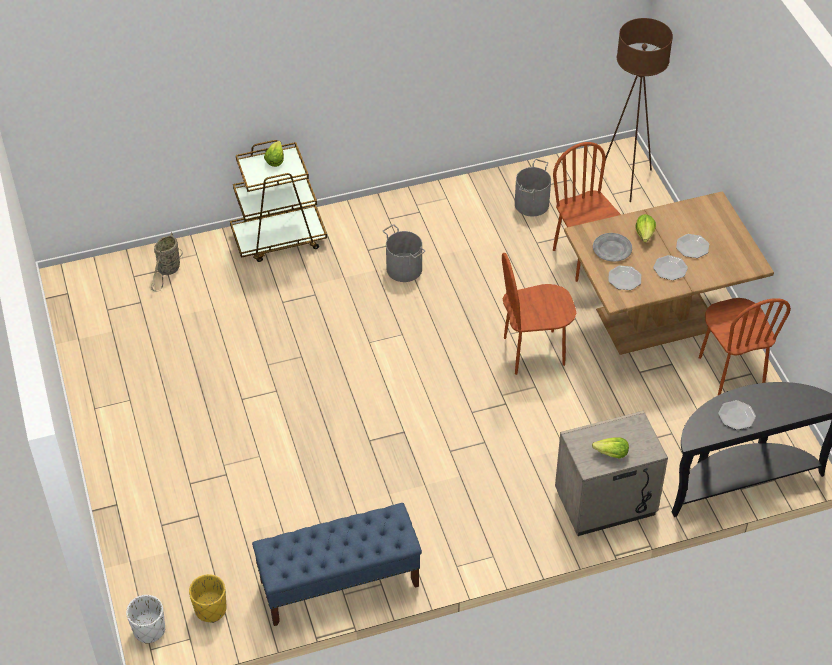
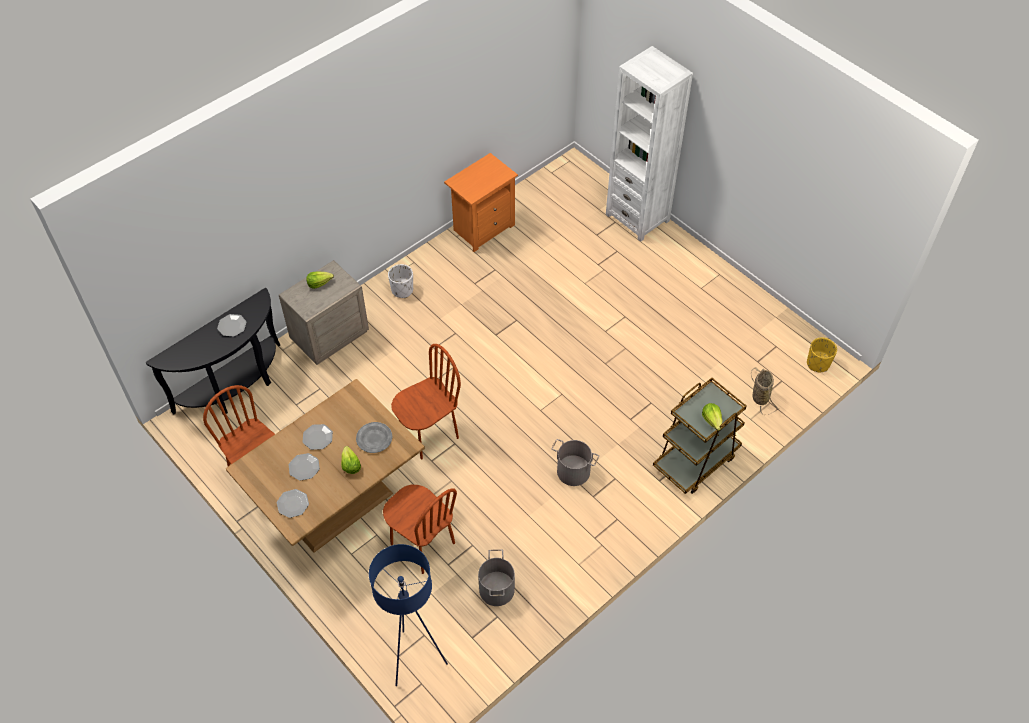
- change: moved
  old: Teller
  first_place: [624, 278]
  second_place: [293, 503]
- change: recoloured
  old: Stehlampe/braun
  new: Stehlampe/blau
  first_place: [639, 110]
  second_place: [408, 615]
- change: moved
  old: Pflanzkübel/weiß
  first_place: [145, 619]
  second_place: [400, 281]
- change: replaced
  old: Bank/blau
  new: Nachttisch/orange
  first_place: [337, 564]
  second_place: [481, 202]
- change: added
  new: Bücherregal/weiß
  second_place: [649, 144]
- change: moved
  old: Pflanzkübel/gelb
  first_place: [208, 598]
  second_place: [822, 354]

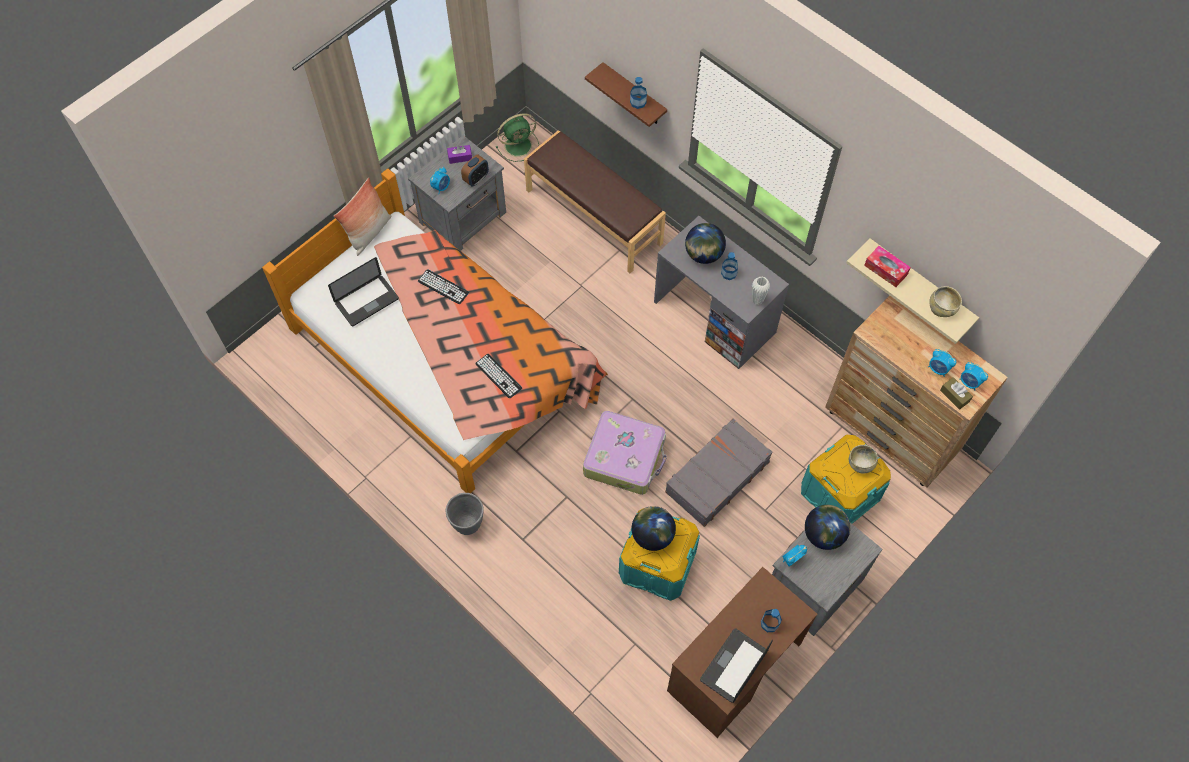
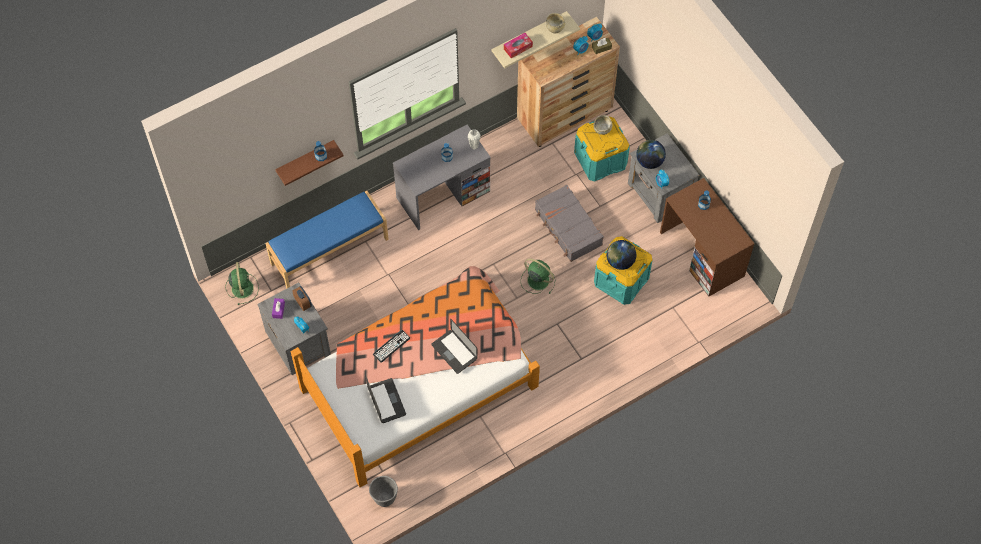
- change: recoloured
  old: Bank/braun
  new: Bank/blau
  first_place: [595, 201]
  second_place: [327, 240]
- change: moved
  old: Pflanzkübel/grau
  first_place: [465, 514]
  second_place: [383, 491]
- change: moved
  old: Laptop
  first_place: [736, 665]
  second_place: [455, 346]
- change: replaced
  old: Koffer
  new: Ventilator/grün
  first_place: [625, 453]
  second_place: [538, 276]
- change: removed
  old: Kissen
  first_place: [362, 217]
- change: removed
  old: Tastatur
  first_place: [498, 376]
- change: removed
  old: Globus
  first_place: [705, 243]

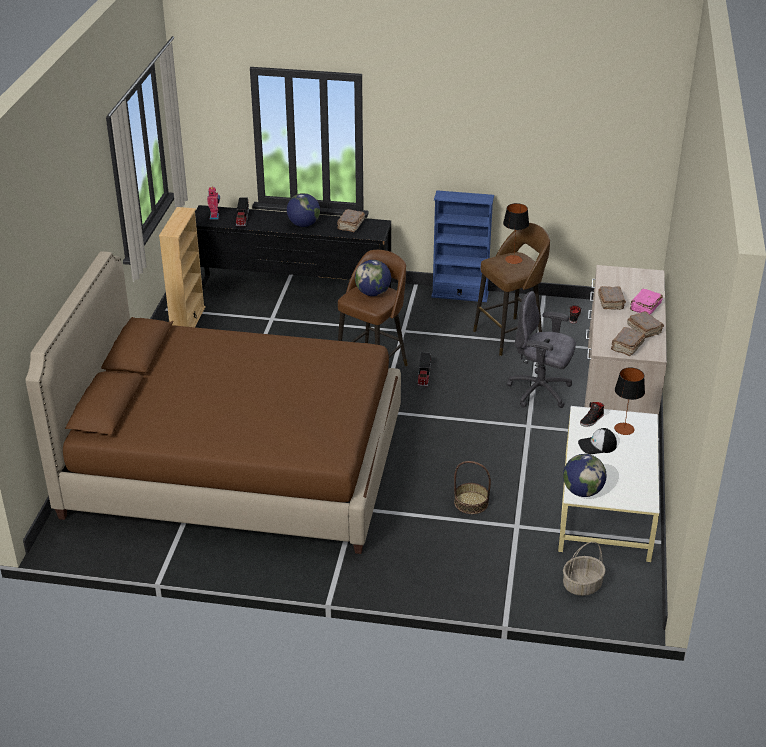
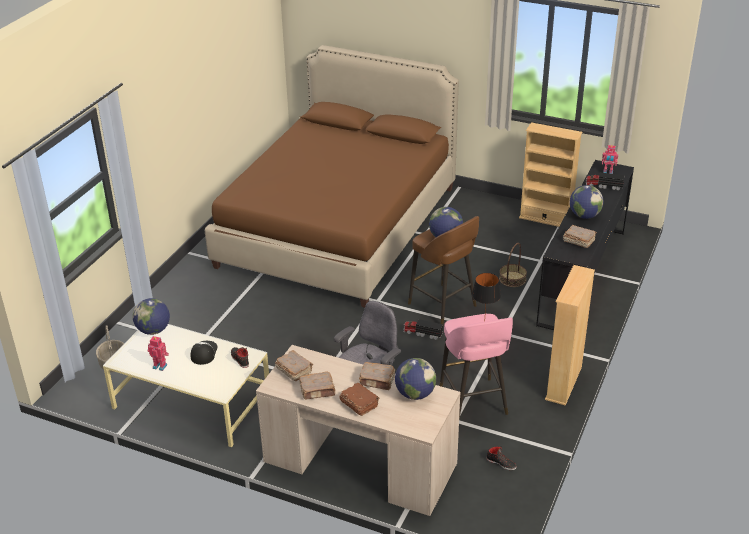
- change: added
  new: Spielzeugroboter
  second_place: [158, 353]
- change: recoloured
  old: Buch/rosa
  new: Buch/braun
  first_place: [646, 301]
  second_place: [359, 399]
- change: added
  new: Globus
  second_place: [415, 379]
- change: recoloured
  old: Hocker/braun
  new: Hocker/rosa
  first_place: [511, 289]
  second_place: [476, 366]
- change: moved
  old: Korb
  first_place: [472, 487]
  second_place: [513, 265]
- change: recoloured
  old: Bücherregal/blau
  new: Bücherregal/beige
  first_place: [462, 246]
  second_place: [570, 335]
- change: removed
  old: Tischlampe
  first_place: [629, 401]

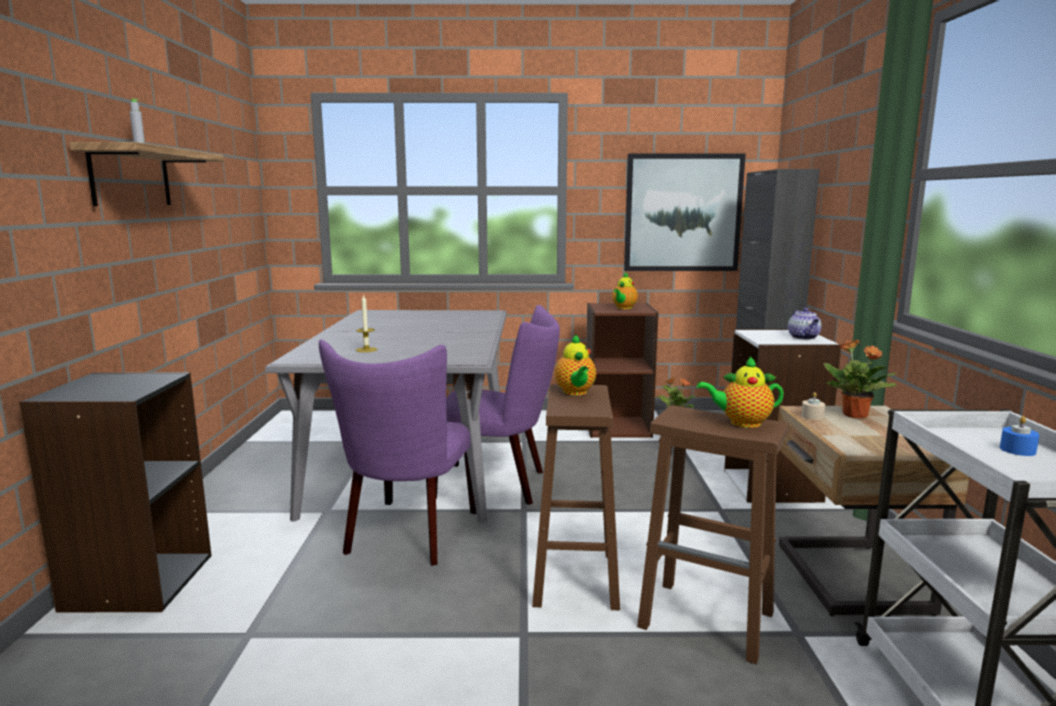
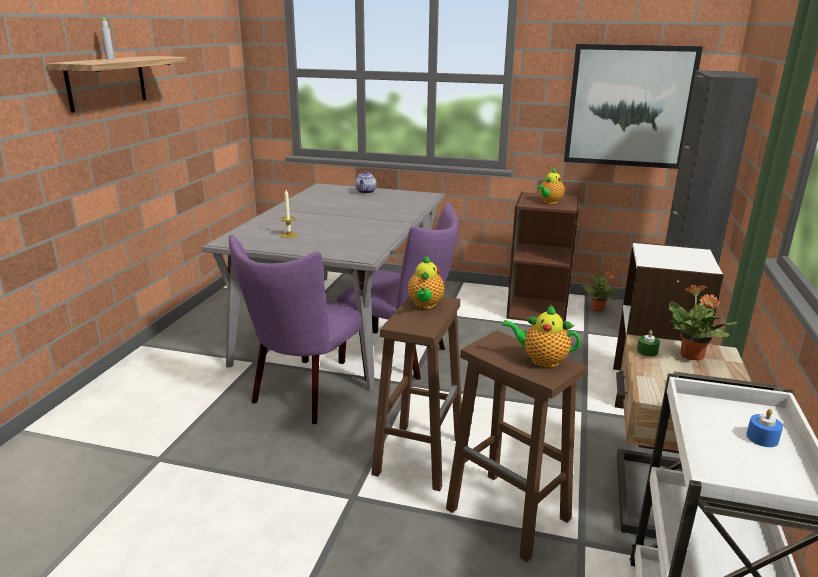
- change: moved
  old: Teekanne
  first_place: [804, 324]
  second_place: [366, 182]
- change: recoloured
  old: Kerze/beige
  new: Kerze/grün
  first_place: [813, 406]
  second_place: [648, 343]
- change: removed
  old: Bücherregal/schwarz
  first_place: [115, 492]

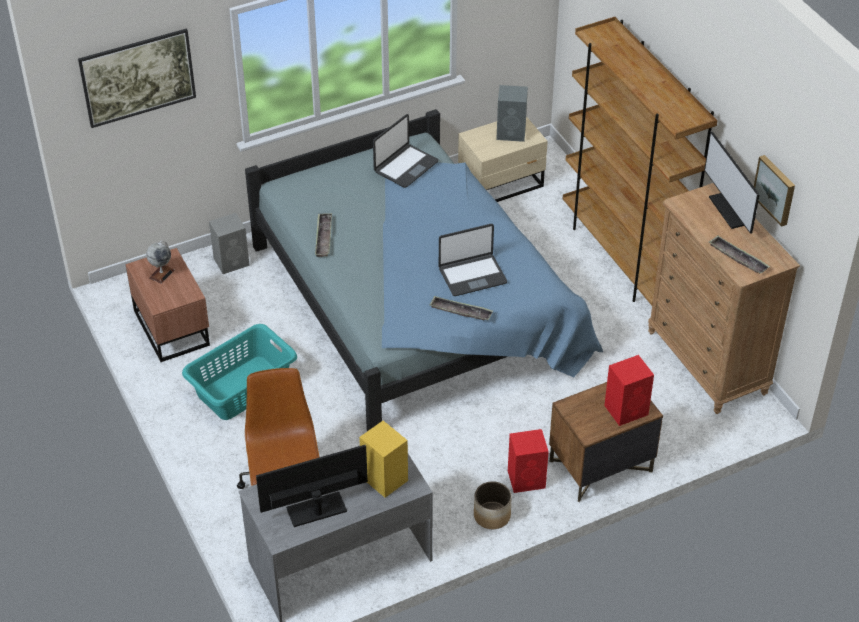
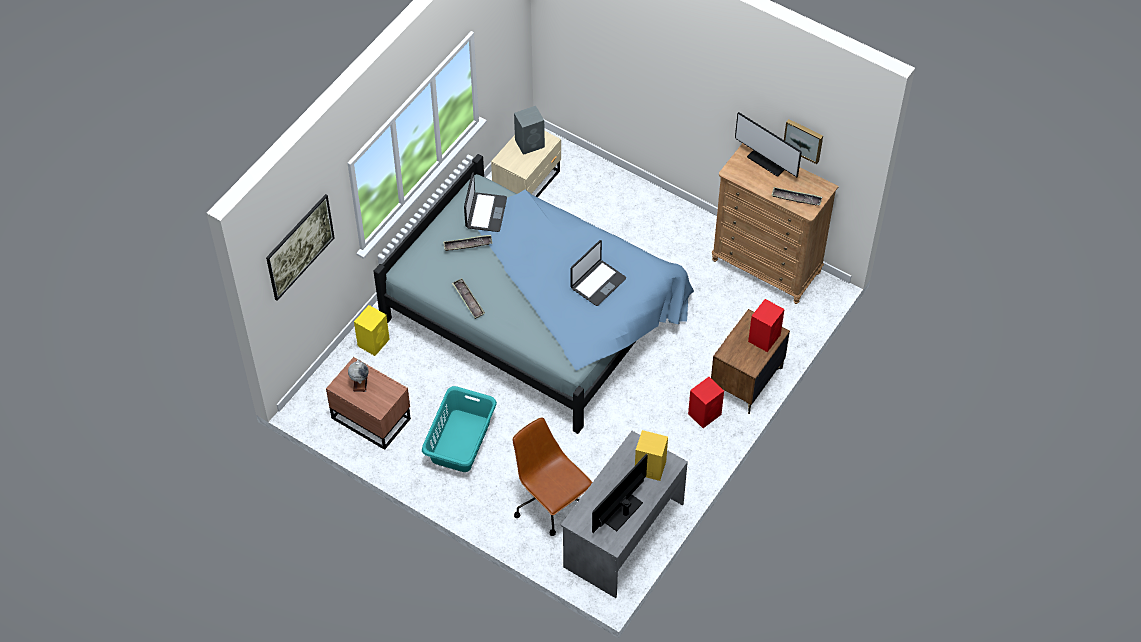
- change: recoloured
  old: Lautsprecher/grau
  new: Lautsprecher/gelb
  first_place: [229, 243]
  second_place: [372, 330]
- change: moved
  old: Tablett
  first_place: [461, 308]
  second_place: [467, 243]
- change: removed
  old: Pflanzkübel
  first_place: [493, 505]
- change: removed
  old: Bücherregal/braun
  first_place: [640, 161]

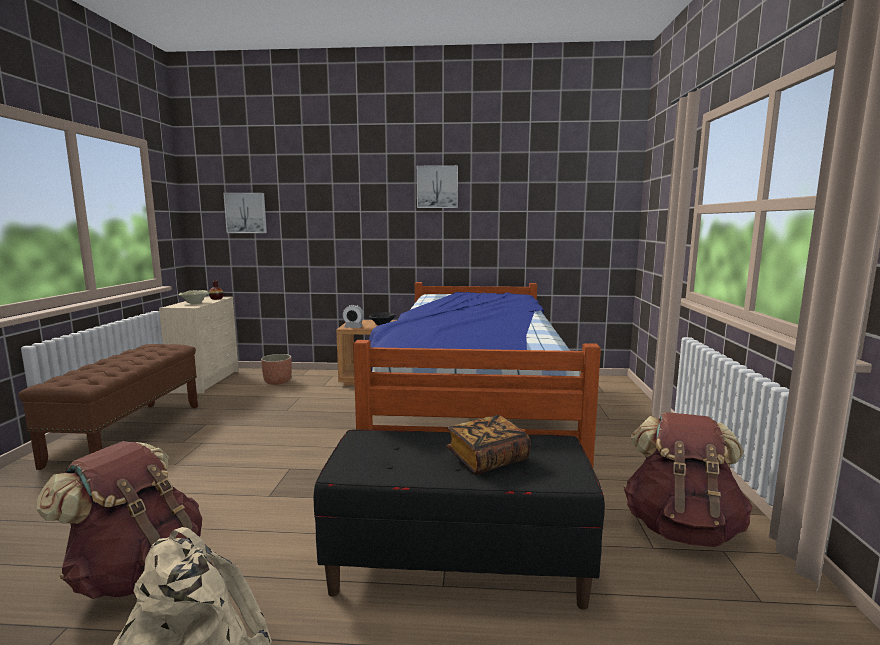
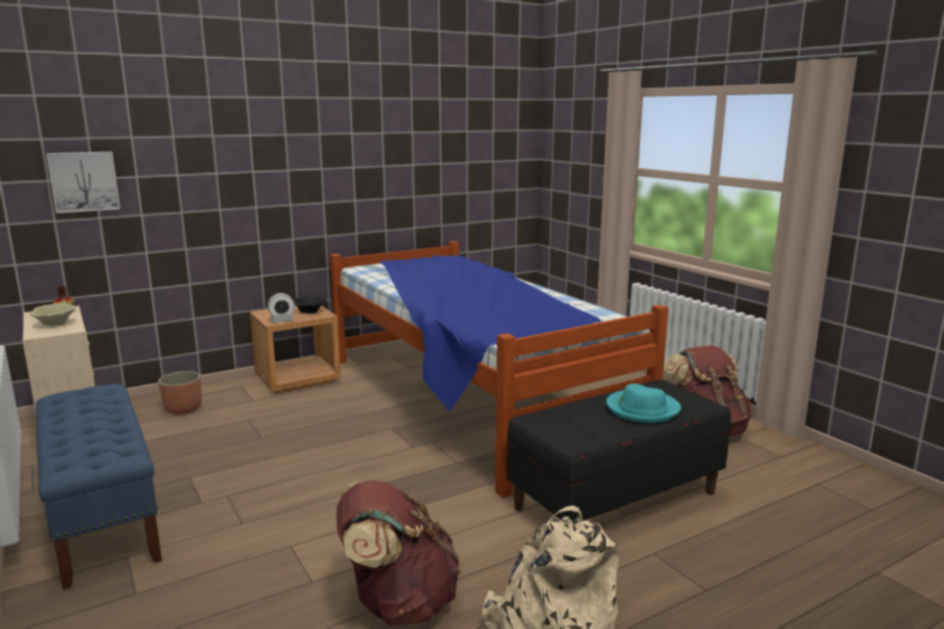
- change: recoloured
  old: Bank/braun
  new: Bank/blau
  first_place: [108, 407]
  second_place: [99, 487]
- change: replaced
  old: Buch
  new: Hut/türkis
  first_place: [489, 445]
  second_place: [643, 403]
- change: removed
  old: Bild
  first_place: [437, 186]

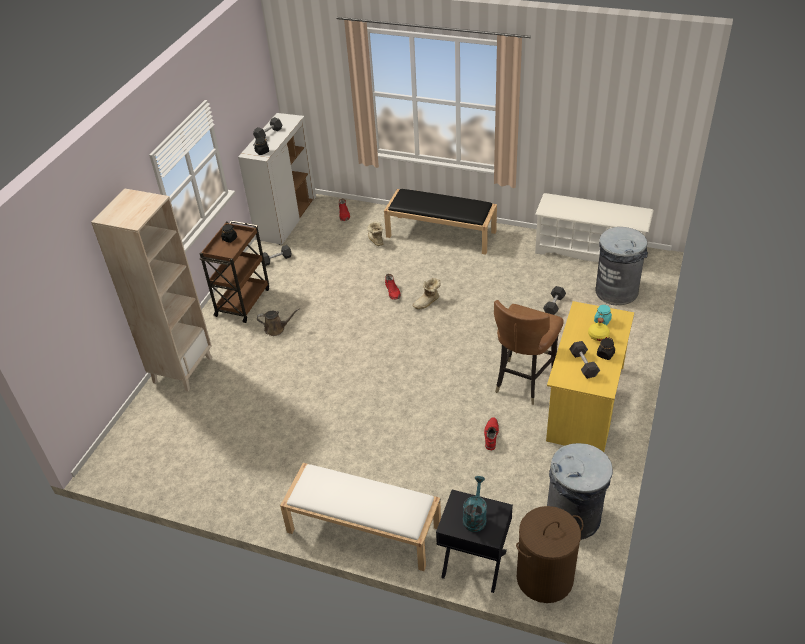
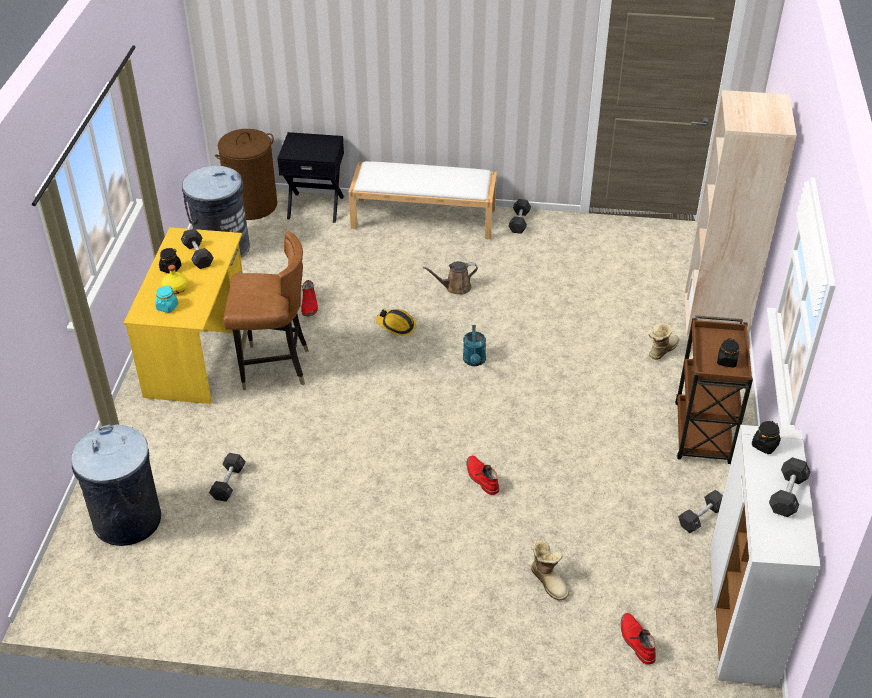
- change: turned
  old: Stuhl/braun
  first_place: [529, 352]
  second_place: [266, 310]
  degrees: 75
- change: added
  new: Schutzhelm
  second_place: [396, 322]
- change: moved
  old: Gießkanne/braun
  first_place: [278, 322]
  second_place: [450, 278]
- change: moved
  old: Gießkanne/türkis
  first_place: [475, 504]
  second_place: [474, 345]
- change: added
  new: Hantel/schwarz
  second_place: [520, 216]
- change: moved
  old: Stiefel
  first_place: [427, 294]
  second_place: [664, 341]
- change: removed
  old: Bank/schwarz
  first_place: [440, 222]
- change: removed
  old: Schuhregal/weiß
  first_place: [594, 227]

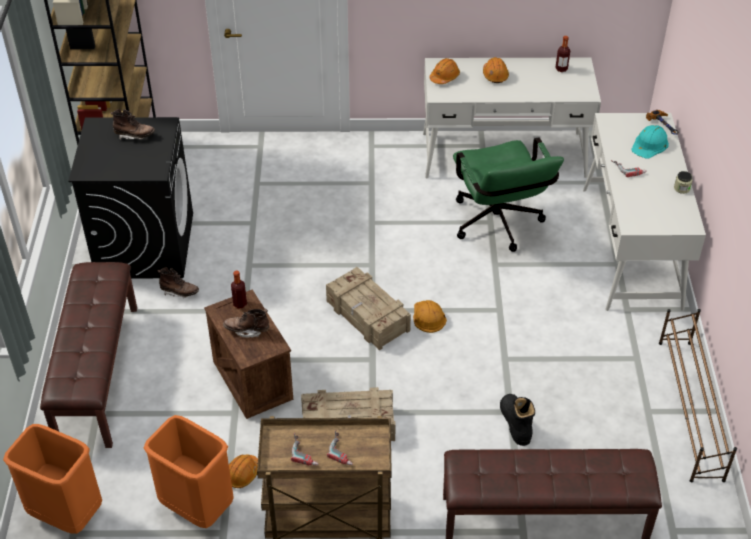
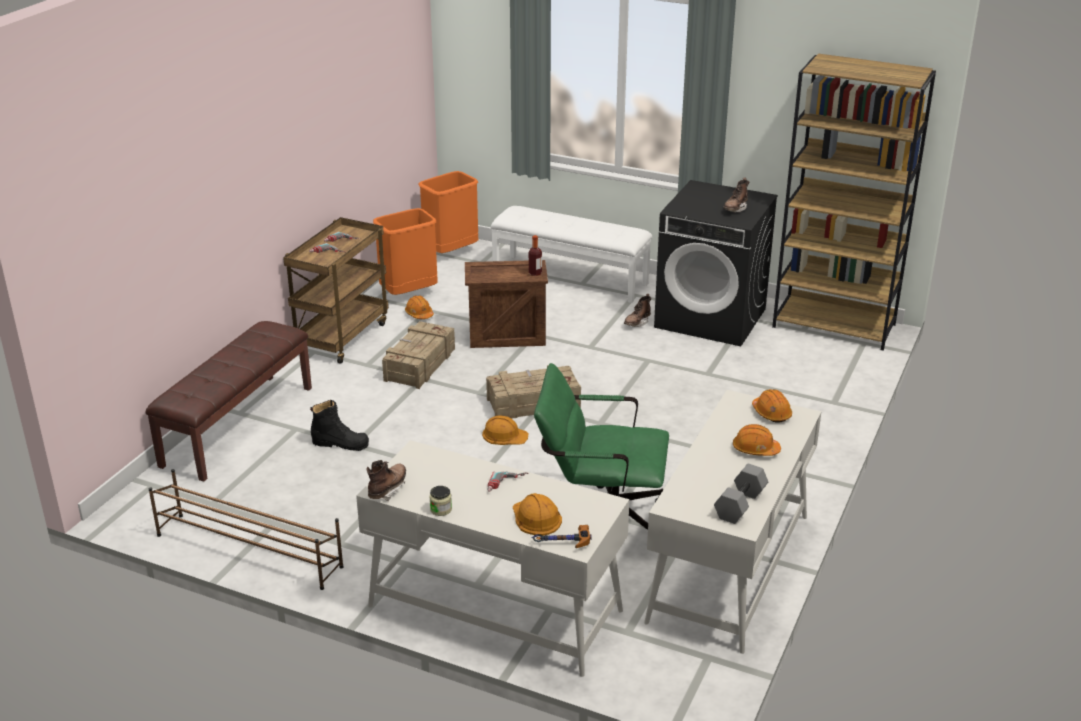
- change: moved
  old: Stiefel/braun
  first_place: [246, 323]
  second_place: [386, 480]
- change: recoloured
  old: Bank/braun
  new: Bank/weiß
  first_place: [88, 355]
  second_place: [571, 254]
- change: recoloured
  old: Schutzhelm/türkis
  new: Schutzhelm/orange
  first_place: [650, 142]
  second_place: [537, 514]
- change: replaced
  old: Flasche
  new: Hantel/grau
  first_place: [562, 54]
  second_place: [741, 494]

